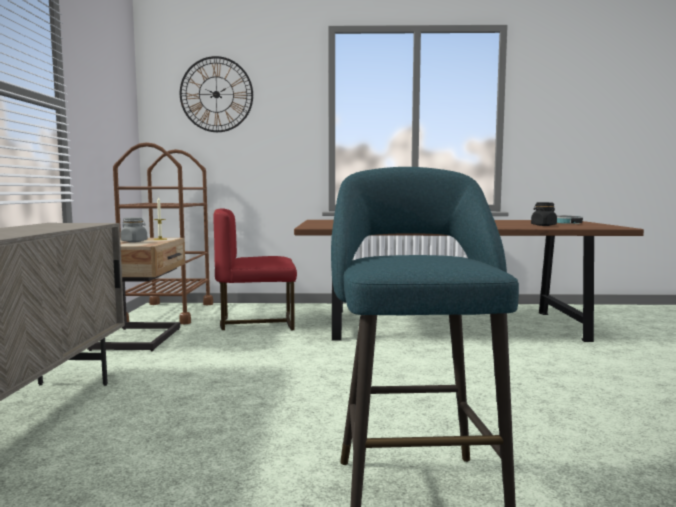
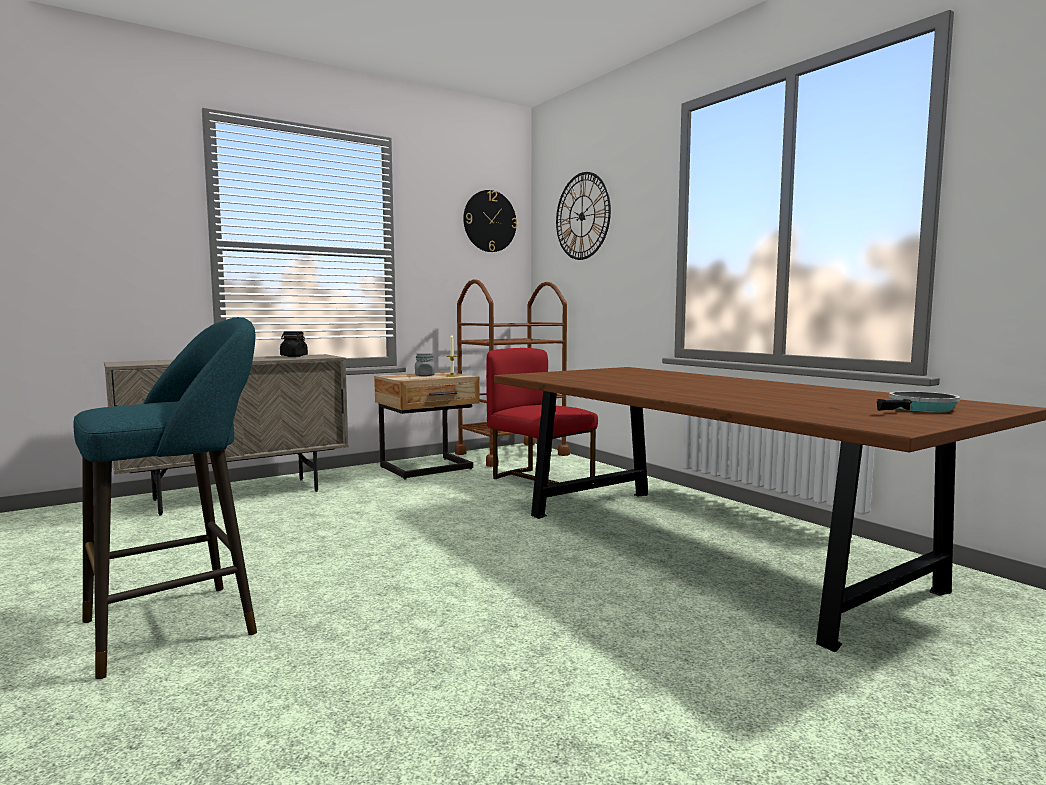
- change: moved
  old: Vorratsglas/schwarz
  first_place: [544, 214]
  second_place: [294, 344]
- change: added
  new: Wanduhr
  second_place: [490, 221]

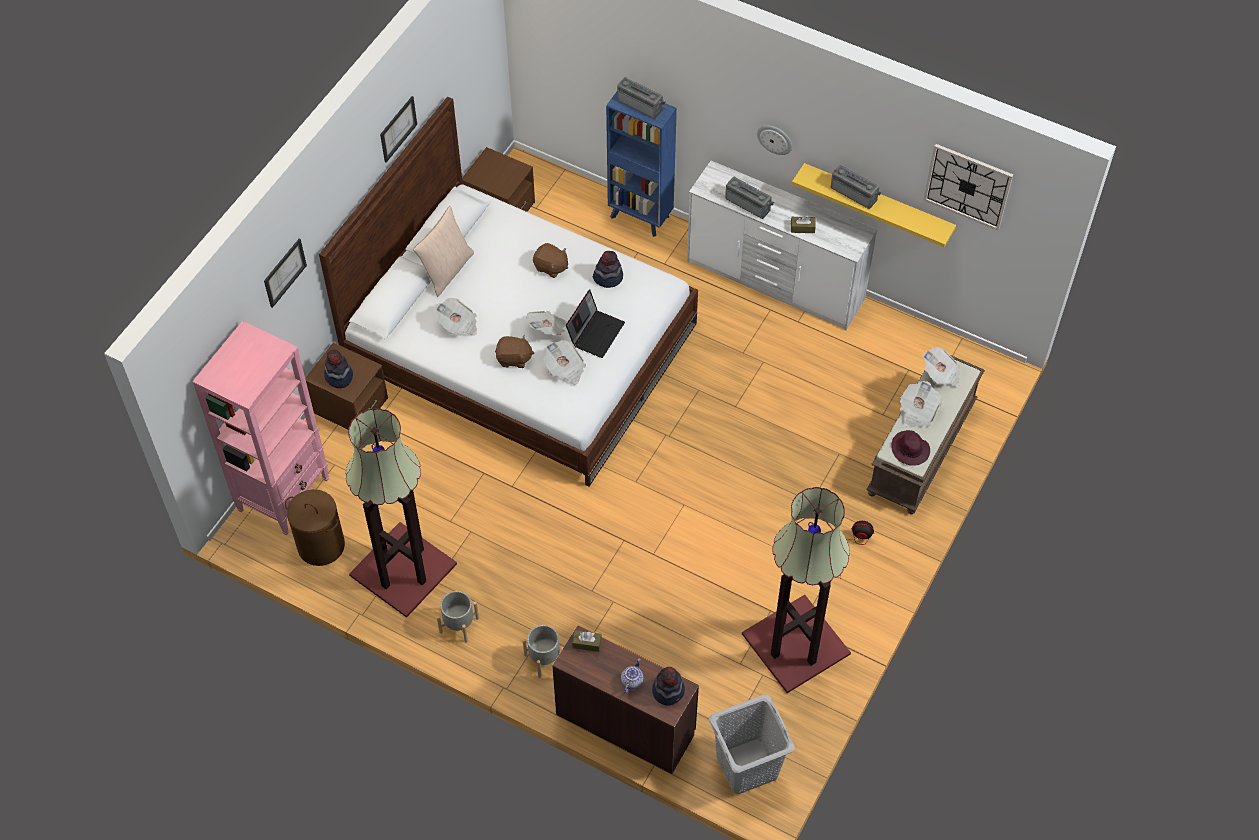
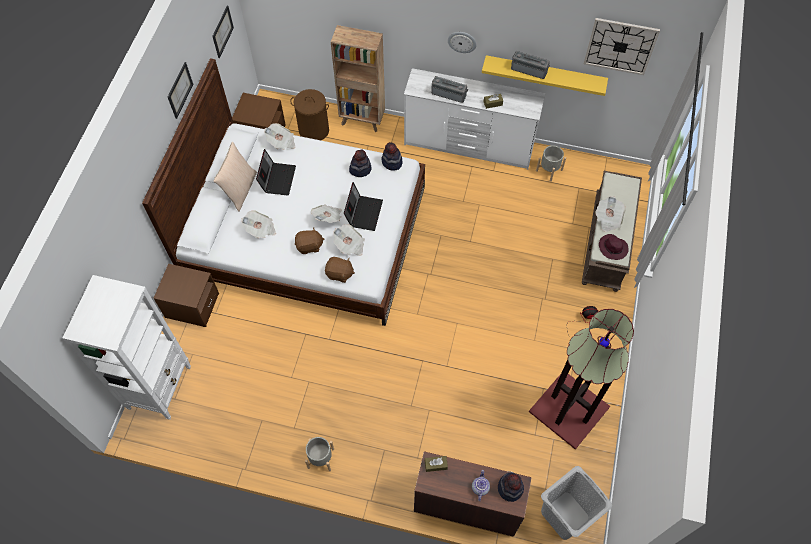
- change: recoloured
  old: Bücherregal/rosa
  new: Bücherregal/weiß
  first_place: [260, 428]
  second_place: [127, 347]
- change: moved
  old: Bild
  first_place: [285, 273]
  second_place: [223, 32]
- change: added
  new: Laptop
  second_place: [276, 172]
- change: moved
  old: Zeitung
  first_place: [941, 367]
  second_place: [279, 136]
- change: moved
  old: Wäschekorb/braun
  first_place: [315, 527]
  second_place: [309, 114]
- change: moved
  old: Plüschtier/braun
  first_place: [550, 260]
  second_place: [340, 270]
- change: recoloured
  old: Bücherregal/blau
  new: Bücherregal/braun
  first_place: [641, 164]
  second_place: [358, 78]
- change: moved
  old: Hut
  first_place: [338, 368]
  second_place: [392, 156]
- change: moved
  old: Pflanzkübel/grau
  first_place: [543, 651]
  second_place: [551, 164]
- change: removed
  old: Stehlampe
  first_place: [401, 513]
- change: removed
  old: Radio
  first_place: [641, 98]

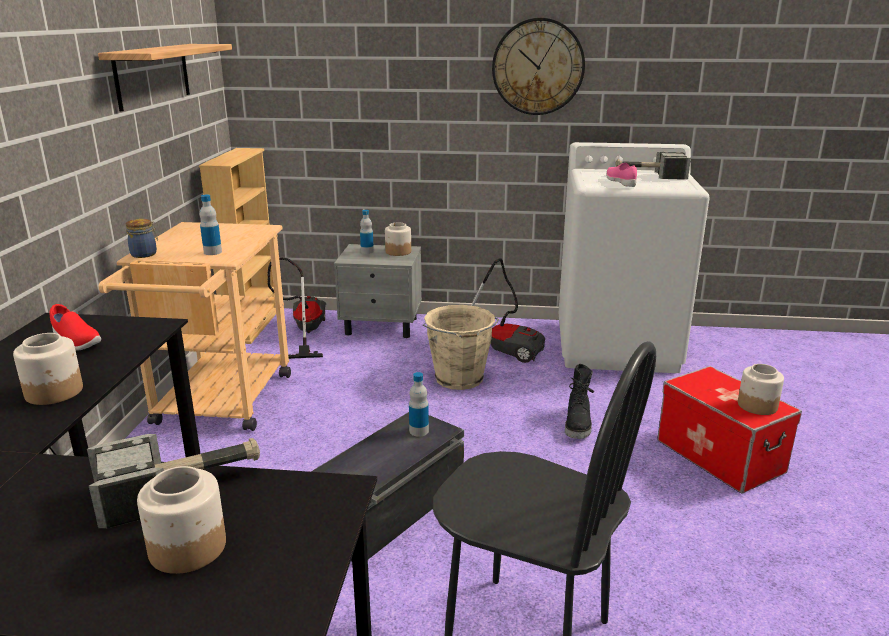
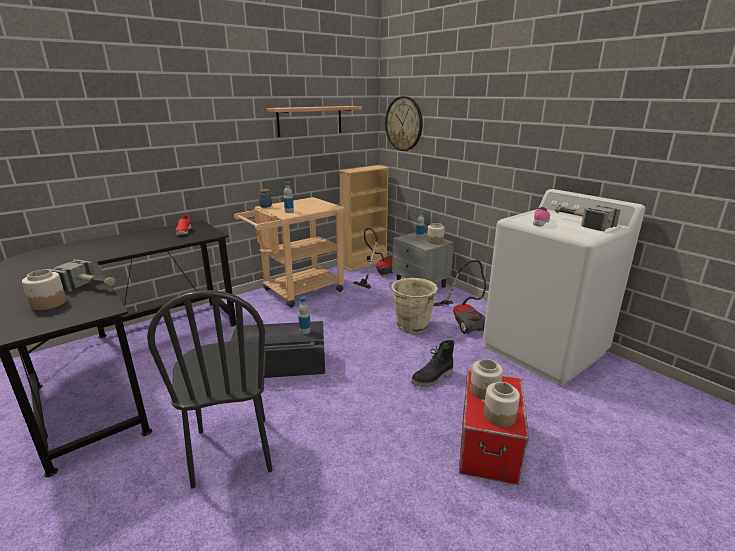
- change: moved
  old: Wanduhr
  first_place: [538, 66]
  second_place: [404, 123]
- change: moved
  old: Vorratsglas
  first_place: [48, 369]
  second_place: [486, 379]

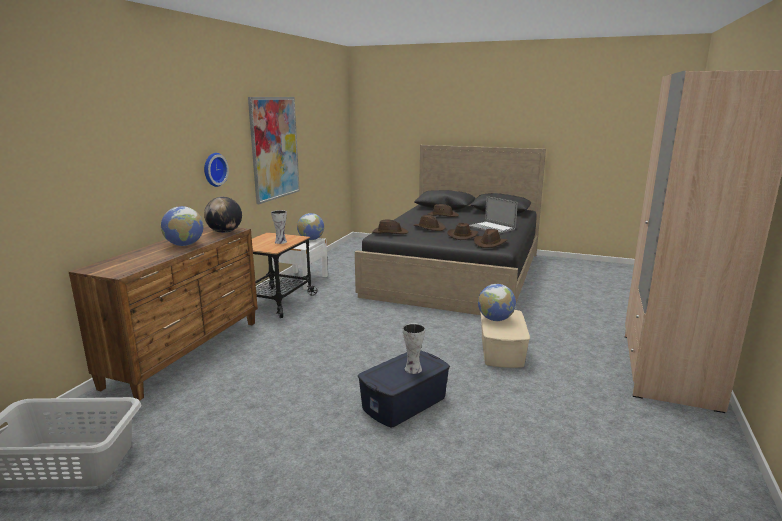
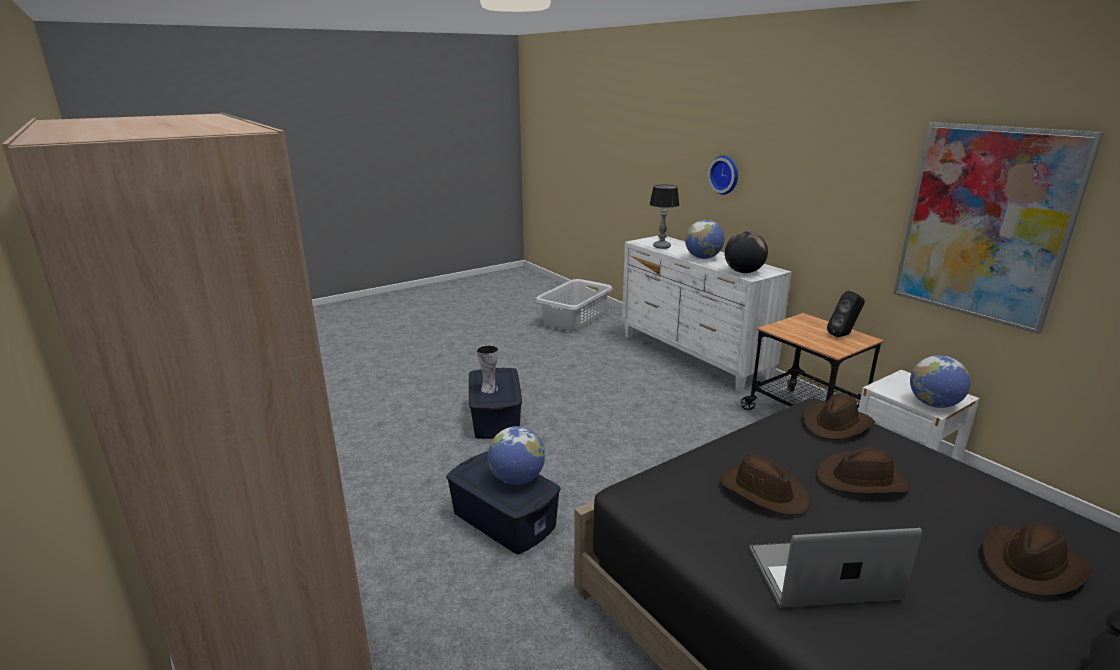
- change: recoloured
  old: Aufbewahrungsbox/beige
  new: Aufbewahrungsbox/blau
  first_place: [505, 339]
  second_place: [503, 502]
- change: recoloured
  old: Kommode/braun
  new: Kommode/weiß
  first_place: [163, 313]
  second_place: [707, 314]
- change: added
  new: Tischlampe
  second_place: [664, 217]
- change: moved
  old: Wanduhr
  first_place: [216, 170]
  second_place: [723, 175]
- change: added
  new: Lautsprecher/schwarz
  second_place: [846, 314]
- change: removed
  old: Vase
  first_place: [279, 227]
- change: removed
  old: Hut/braun
  first_place: [490, 238]

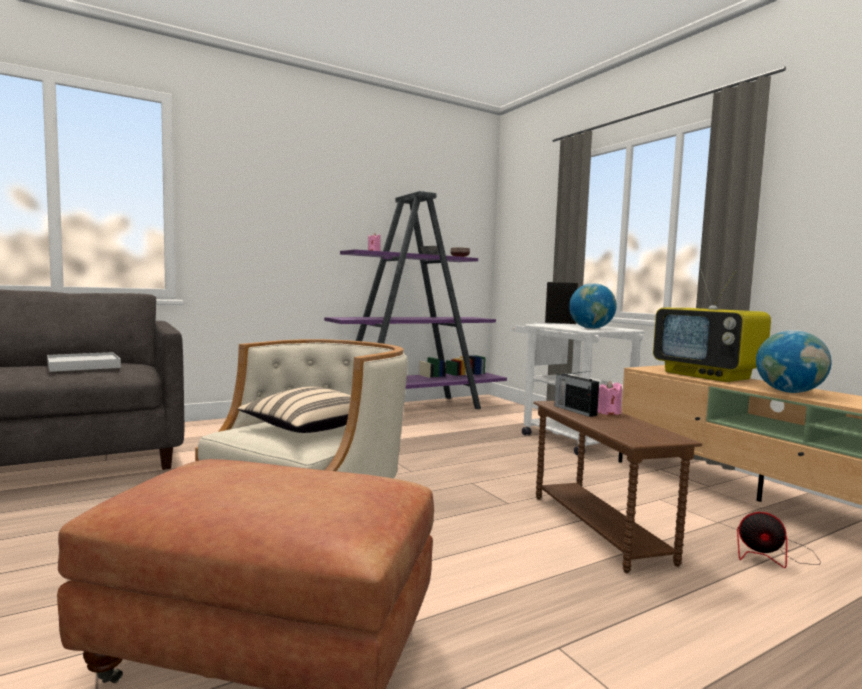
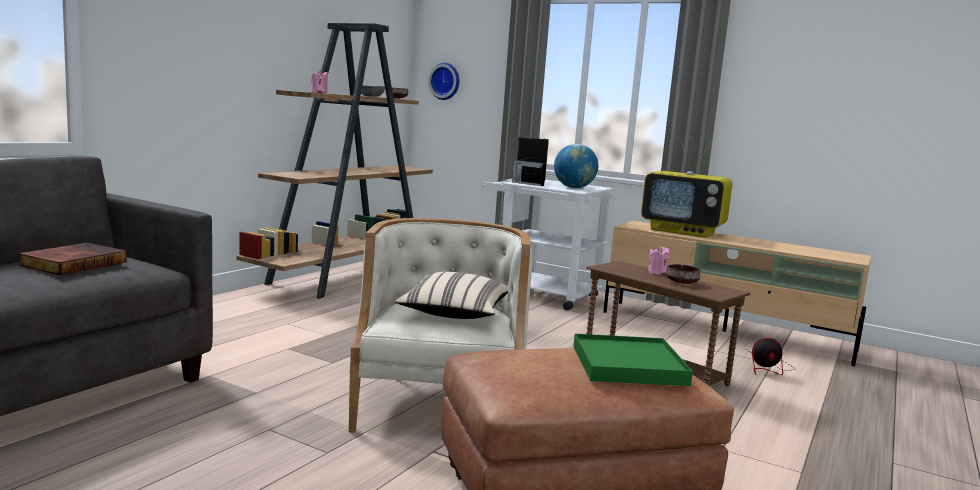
- change: replaced
  old: Tablett/weiß
  new: Buch
  first_place: [84, 362]
  second_place: [73, 259]
- change: recoloured
  old: Bücherregal/lila
  new: Bücherregal/braun
  first_place: [415, 300]
  second_place: [334, 161]
- change: added
  new: Wanduhr
  second_place: [443, 81]
- change: moved
  old: Radio
  first_place: [577, 394]
  second_place: [529, 171]
- change: added
  new: Tablett/grün
  second_place: [633, 360]
- change: added
  new: Schüssel/braun
  second_place: [683, 274]
- change: removed
  old: Globus
  first_place: [793, 361]

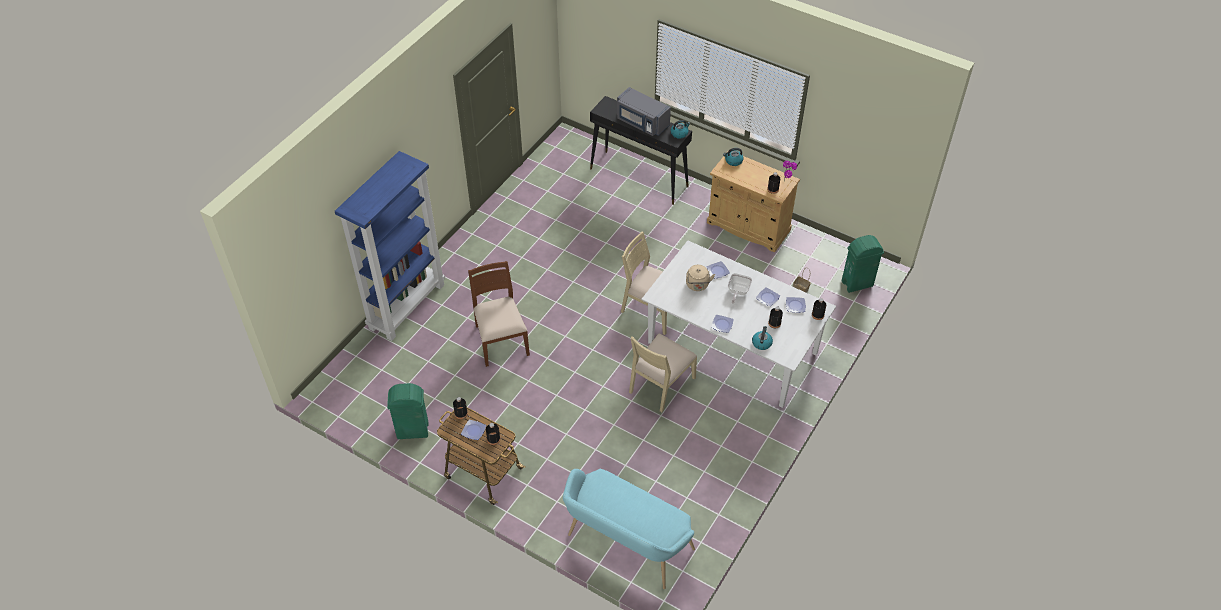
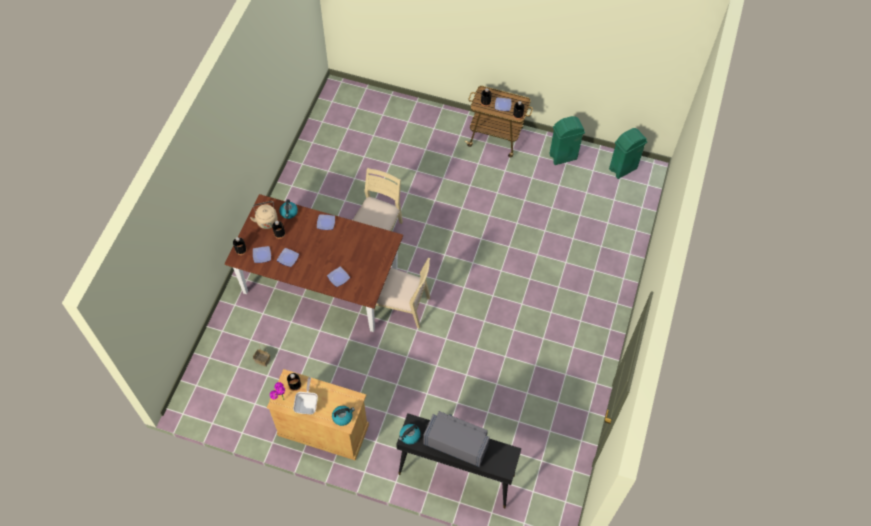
- change: recoloured
  old: Esstisch/weiß
  new: Esstisch/braun
  first_place: [739, 324]
  second_place: [314, 263]
- change: moved
  old: Wasserkessel/beige
  first_place: [700, 278]
  second_place: [264, 215]
- change: moved
  old: Pfanne
  first_place: [739, 288]
  second_place: [305, 395]
- change: moved
  old: Mülleimer/grün
  first_place: [863, 264]
  second_place: [628, 153]
- change: removed
  old: Bücherregal/blau
  first_place: [390, 246]
- change: removed
  old: Stuhl/braun
  first_place: [499, 314]
- change: removed
  old: Bank/türkis
  first_place: [629, 529]

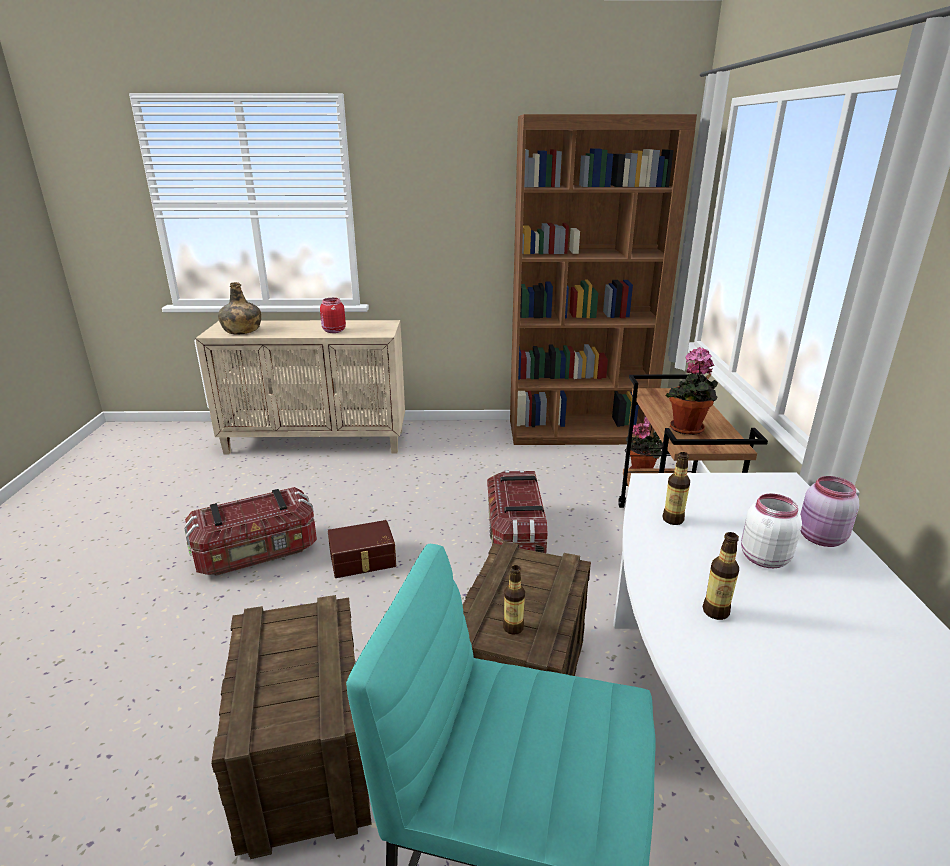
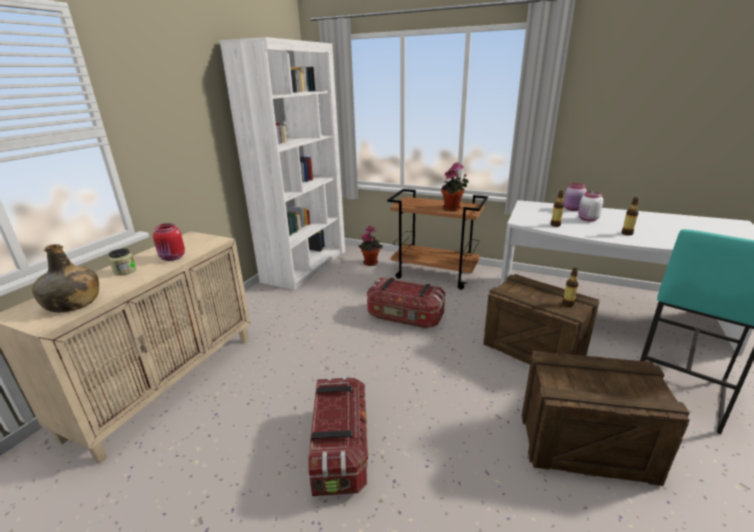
- change: added
  new: Vorratsglas
  second_place: [122, 262]
- change: recoloured
  old: Bücherregal/braun
  new: Bücherregal/weiß
  first_place: [603, 279]
  second_place: [282, 163]
- change: removed
  old: Aufbewahrungsbox/braun
  first_place: [362, 549]

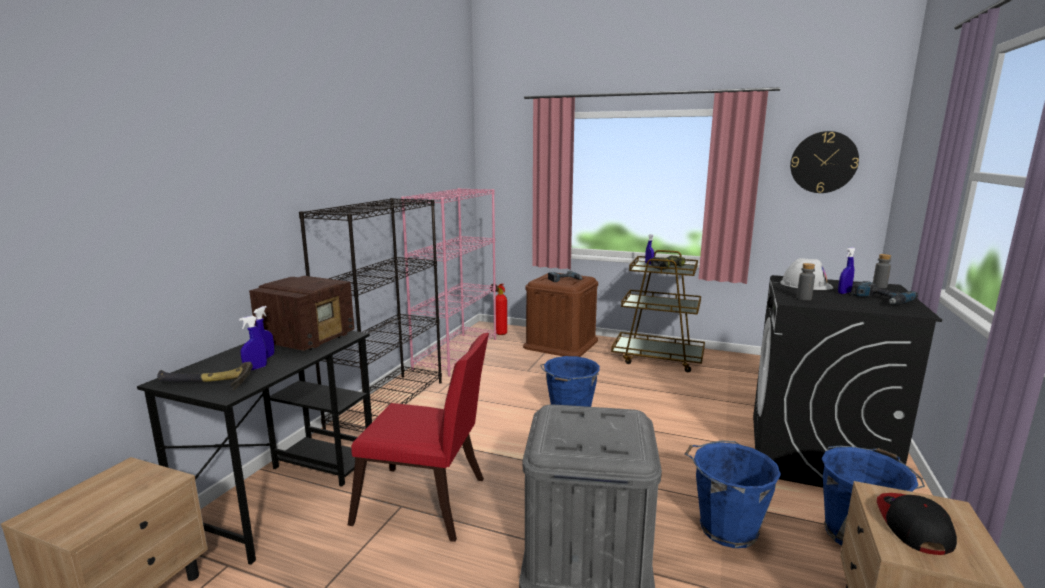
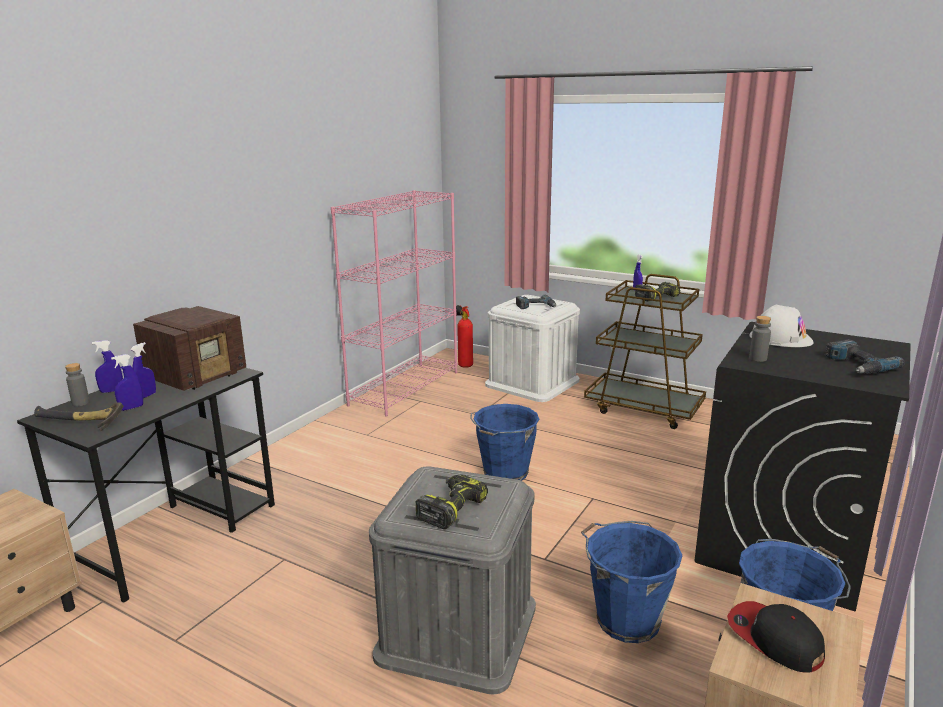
- change: moved
  old: Flasche/grau
  first_place: [882, 271]
  second_place: [77, 384]
- change: moved
  old: Sprühflasche/blau
  first_place: [847, 270]
  second_place: [107, 366]
- change: added
  new: Bohrmaschine
  second_place: [451, 501]
- change: recoloured
  old: Aufbewahrungsbox/braun
  new: Aufbewahrungsbox/weiß
  first_place: [560, 314]
  second_place: [532, 348]
- change: turned
  old: Kappe
  first_place: [917, 524]
  second_place: [776, 637]
  degrees: -60
- change: removed
  old: Bücherregal/schwarz
  first_place: [370, 315]
- change: removed
  old: Stuhl/rot
  first_place: [418, 437]
- change: removed
  old: Wanduhr
  first_place: [824, 162]

